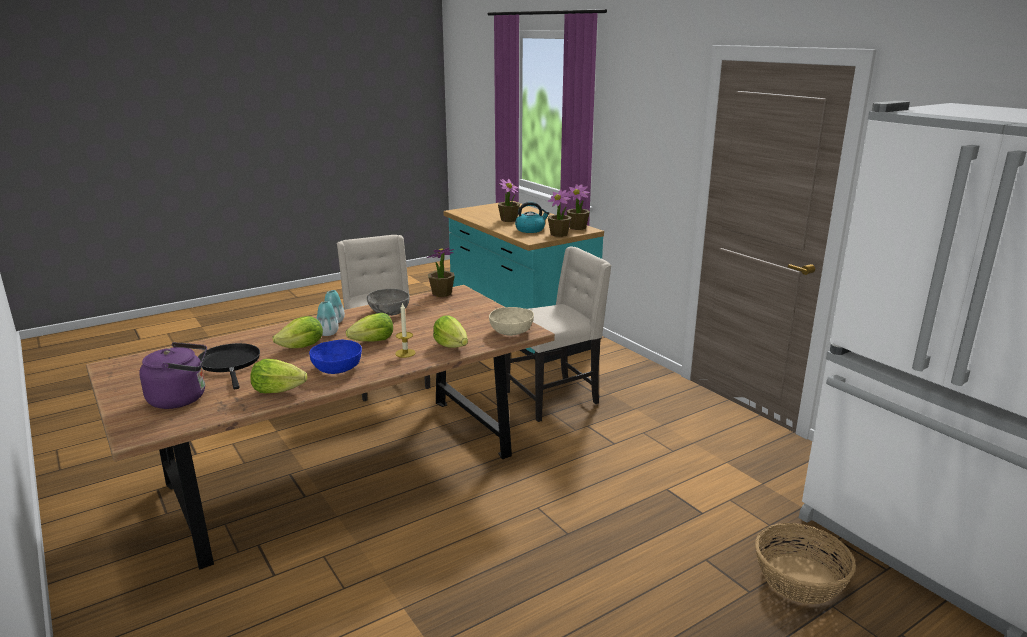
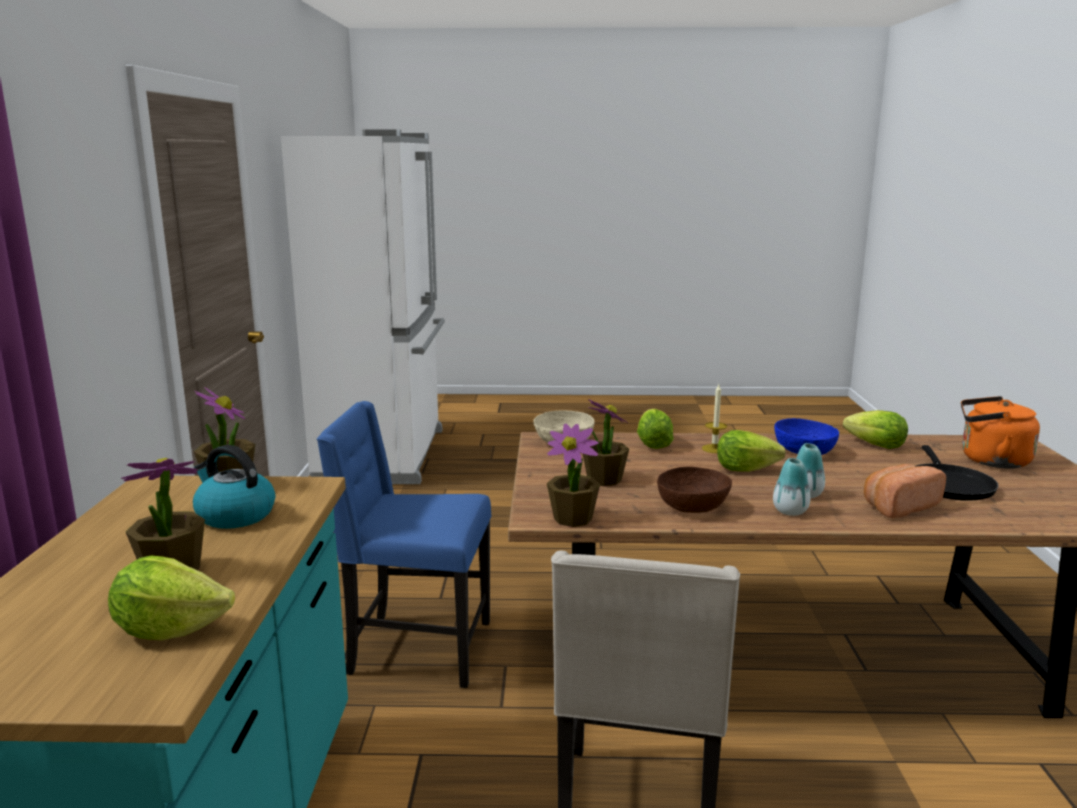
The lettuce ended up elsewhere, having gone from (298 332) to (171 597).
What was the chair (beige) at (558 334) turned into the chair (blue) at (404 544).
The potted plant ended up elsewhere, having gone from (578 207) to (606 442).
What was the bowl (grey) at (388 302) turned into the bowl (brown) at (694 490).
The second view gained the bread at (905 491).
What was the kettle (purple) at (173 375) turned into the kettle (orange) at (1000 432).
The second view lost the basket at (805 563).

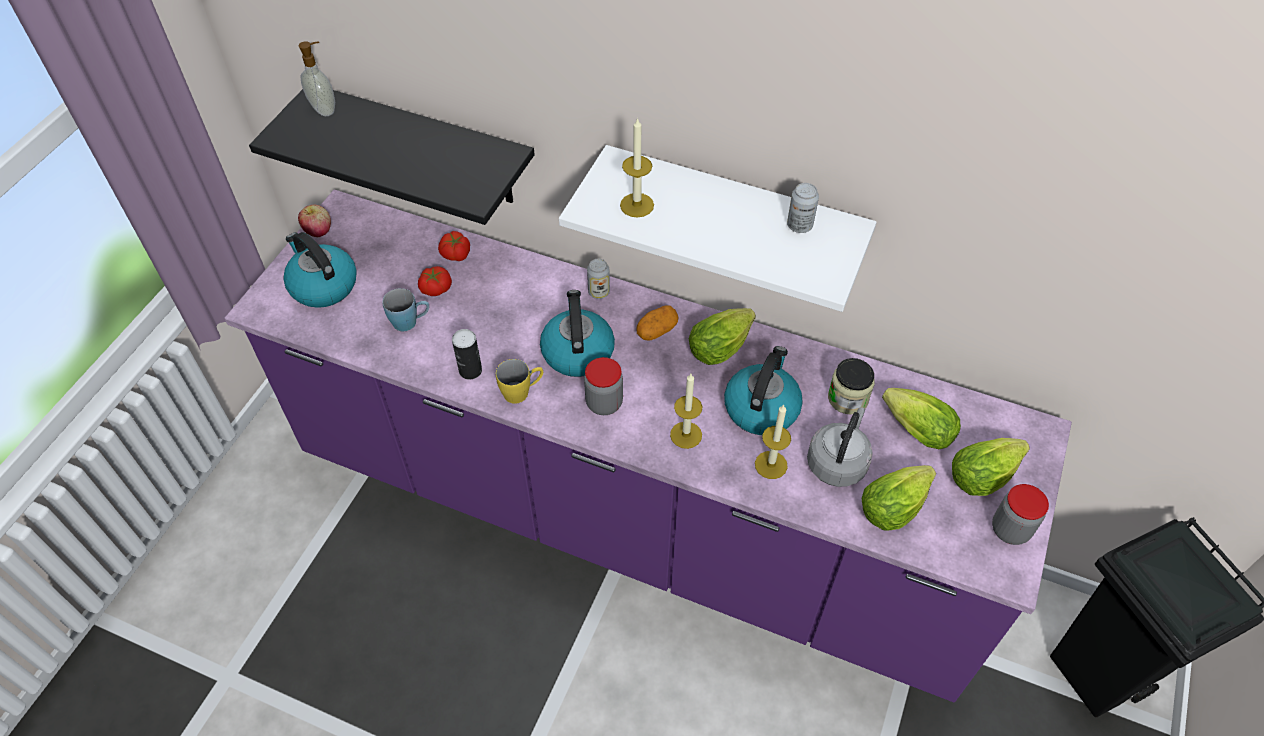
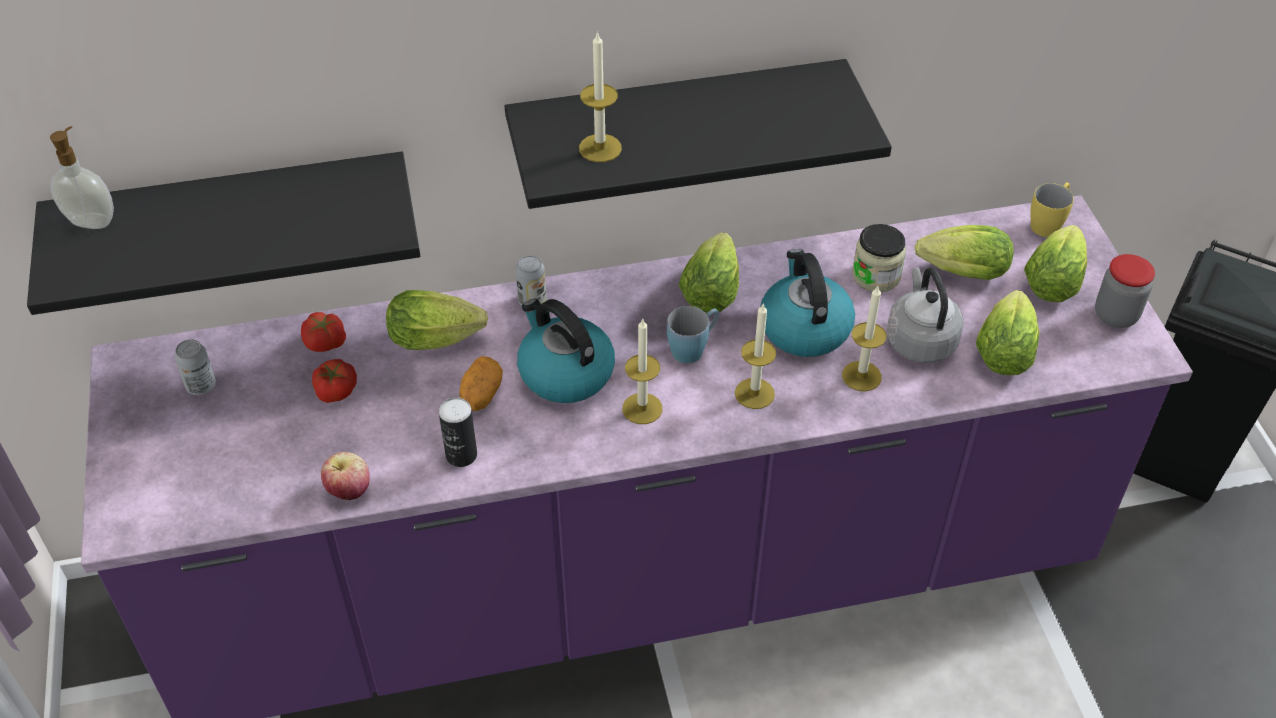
The can ended up elsewhere, having gone from (803 208) to (195 367).
The apple ended up elsewhere, having gone from (314 221) to (345 476).
The second view gained the lettuce at (437 320).
The potato ended up elsewhere, having gone from (657 323) to (481 383).
What was the shelf (white) at (718 228) turned into the shelf (black) at (698 134).
Where the jar stood at (603 386), the candle came to stand at (642 371).
The mug (blue) ended up elsewhere, having gone from (405 310) to (693 334).
The mug (yellow) ended up elsewhere, having gone from (519 381) to (1052 209).
The second view lost the kettle at (320 270).

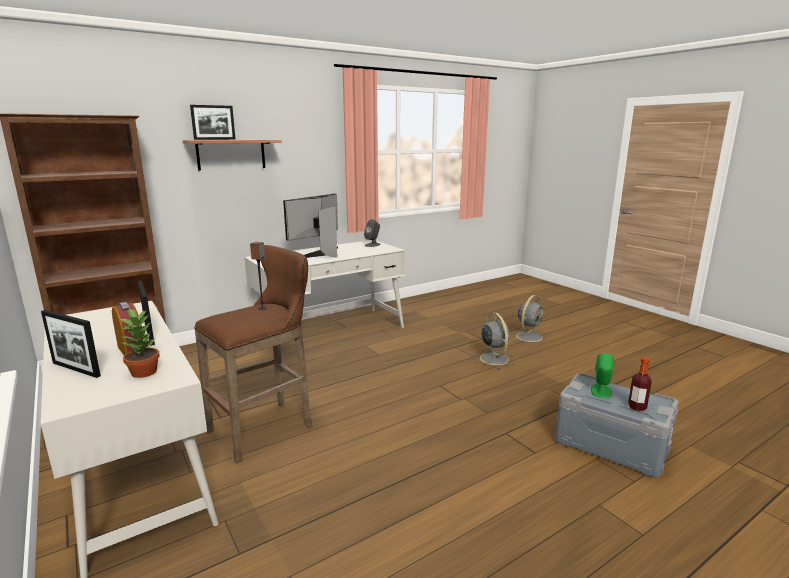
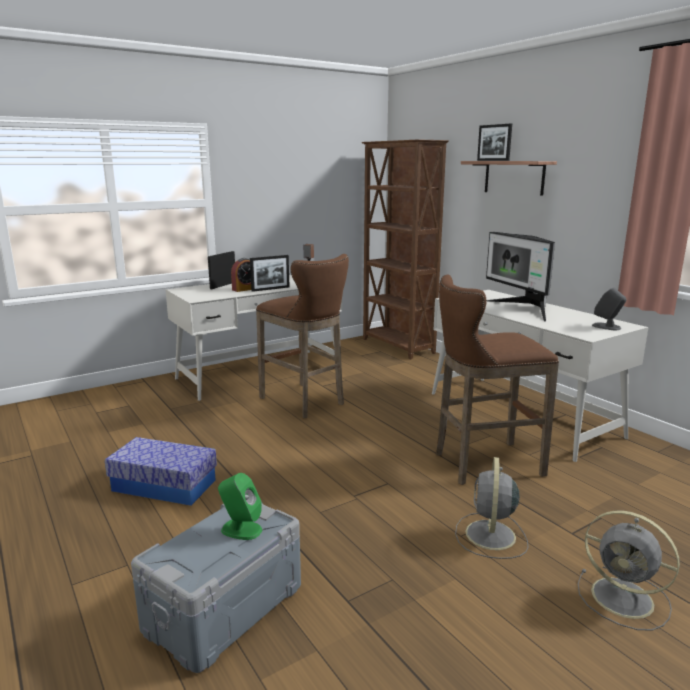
The second view gained the storage box at (161 471).
The second view gained the stool (brown) at (497 379).
The fan (grey) at (493 341) ended up facing another way, 120 degrees clockwise from before.
The monitor at (310 225) ended up facing another way, 150 degrees counterclockwise from before.
The second view lost the potted plant at (139 343).
The second view lost the bottle at (640 384).

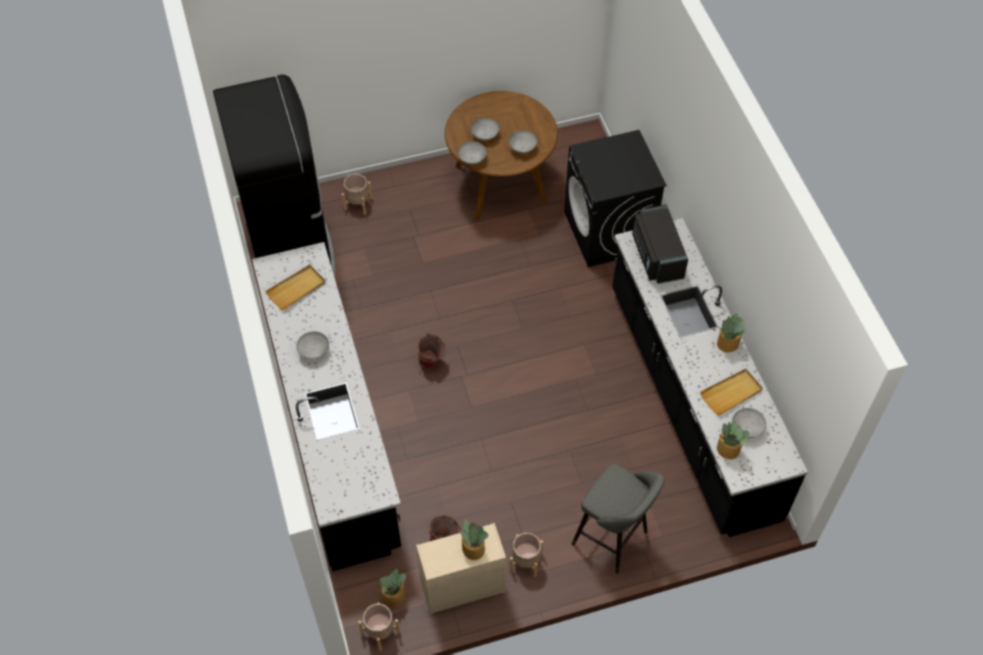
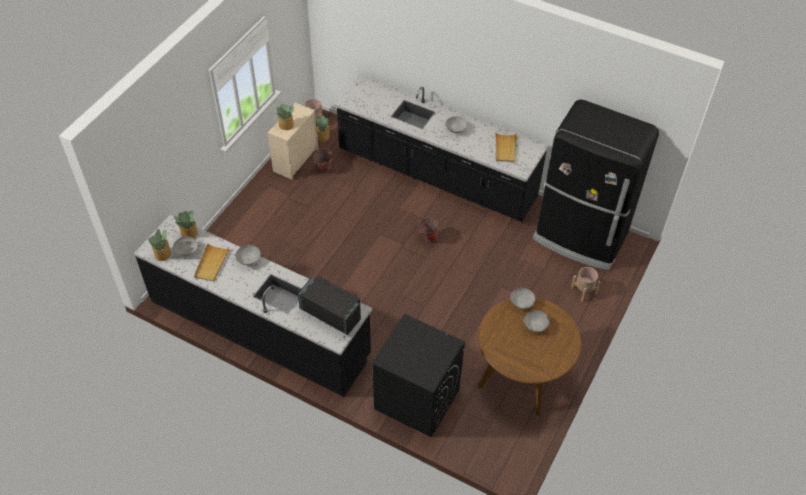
The potted plant ended up elsewhere, having gone from (731 333) to (160 245).
The bowl (grey) ended up elsewhere, having gone from (523 141) to (248 255).
The second view lost the planter (beige) at (526 555).
The second view lost the stool (grey) at (618 519).

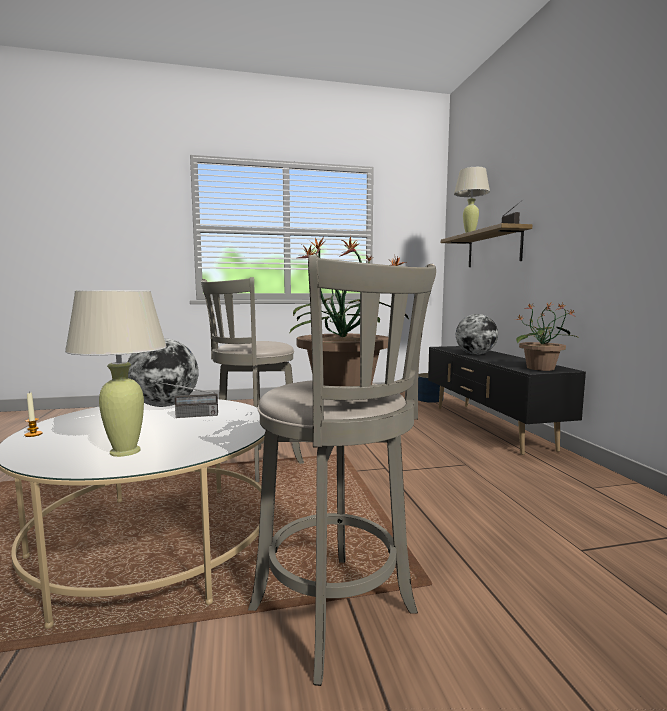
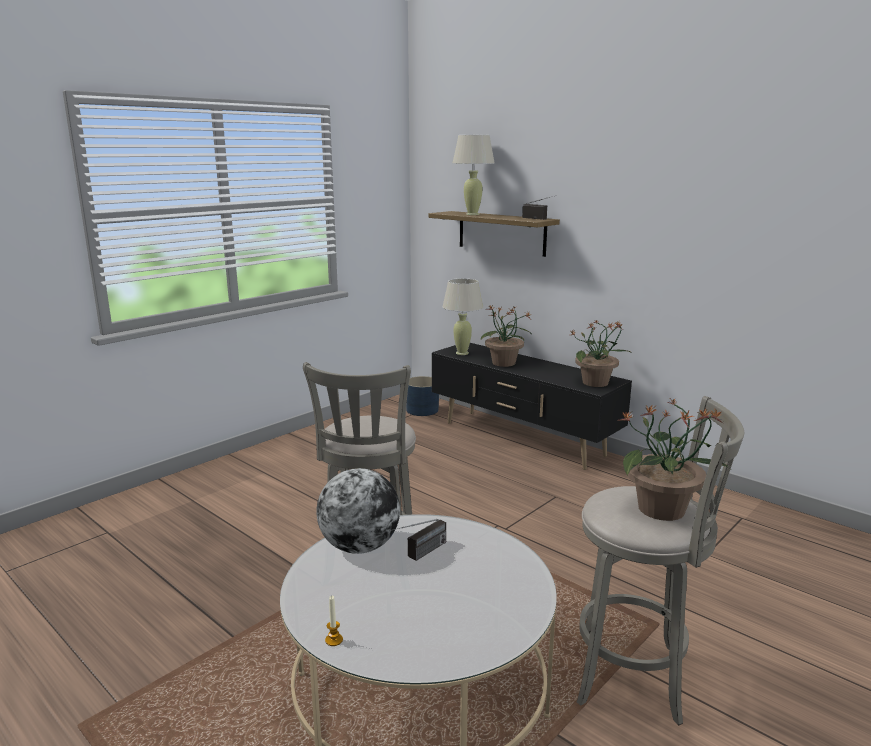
The table lamp (beige) ended up elsewhere, having gone from (116 373) to (462 316).
Where the globe stood at (477 334), the potted plant came to stand at (506 336).

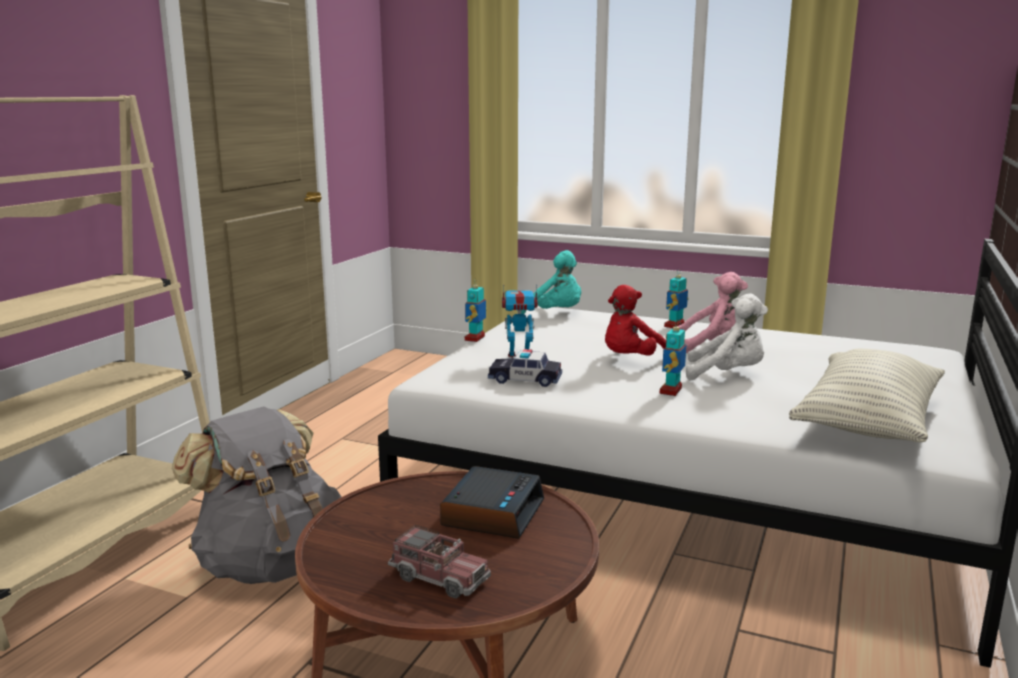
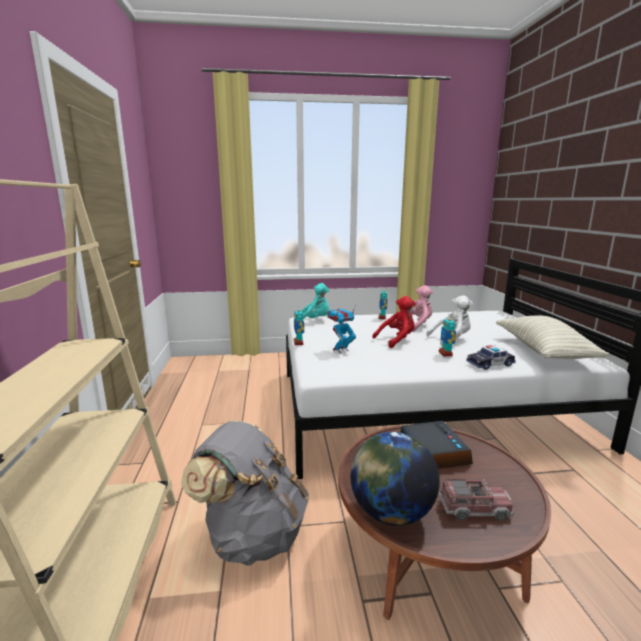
The second view gained the globe at (395 479).
The plush toy (red) at (635 320) ended up facing another way, 135 degrees counterclockwise from before.
The toy car ended up elsewhere, having gone from (525 368) to (491 357).

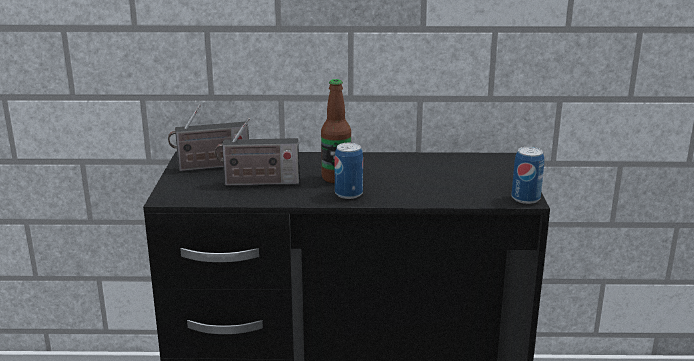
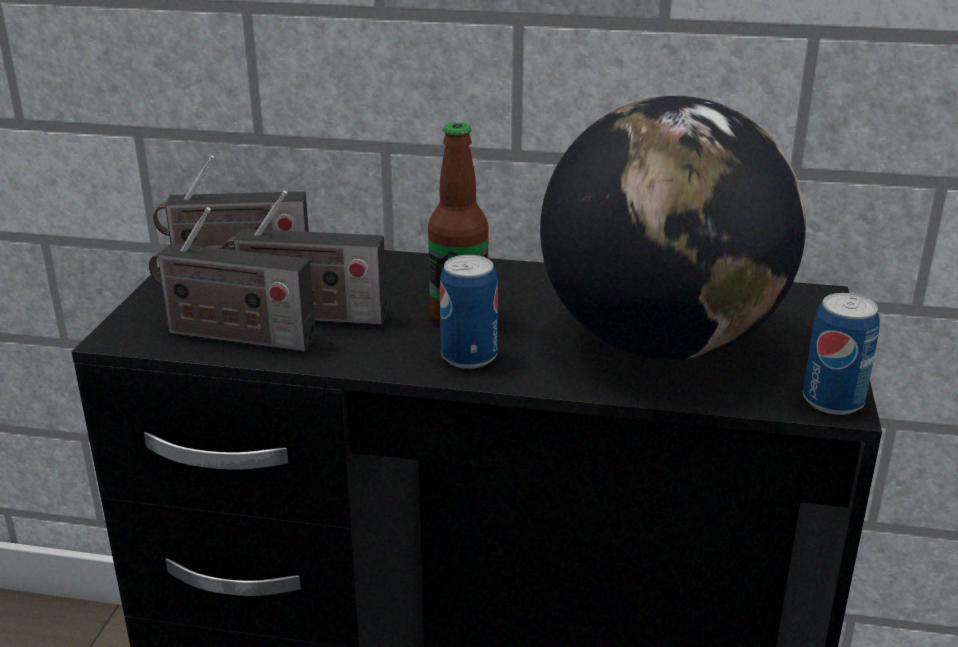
The second view gained the radio at (232 279).
The second view gained the globe at (673 228).

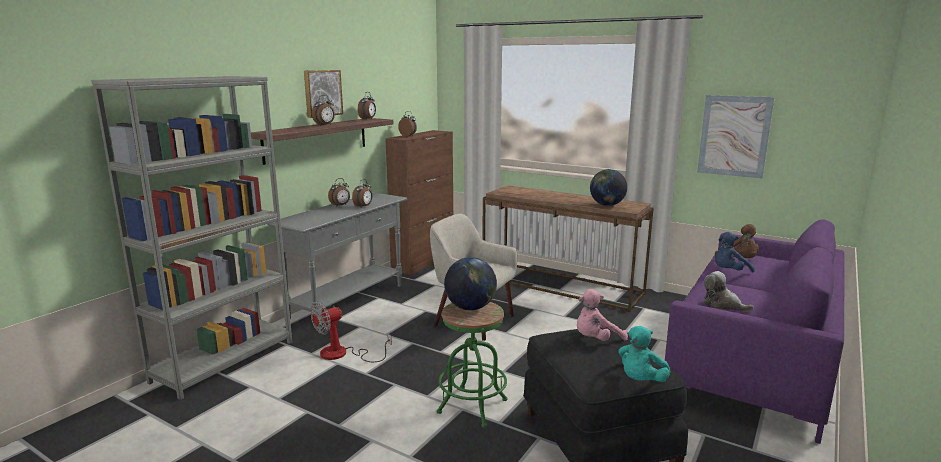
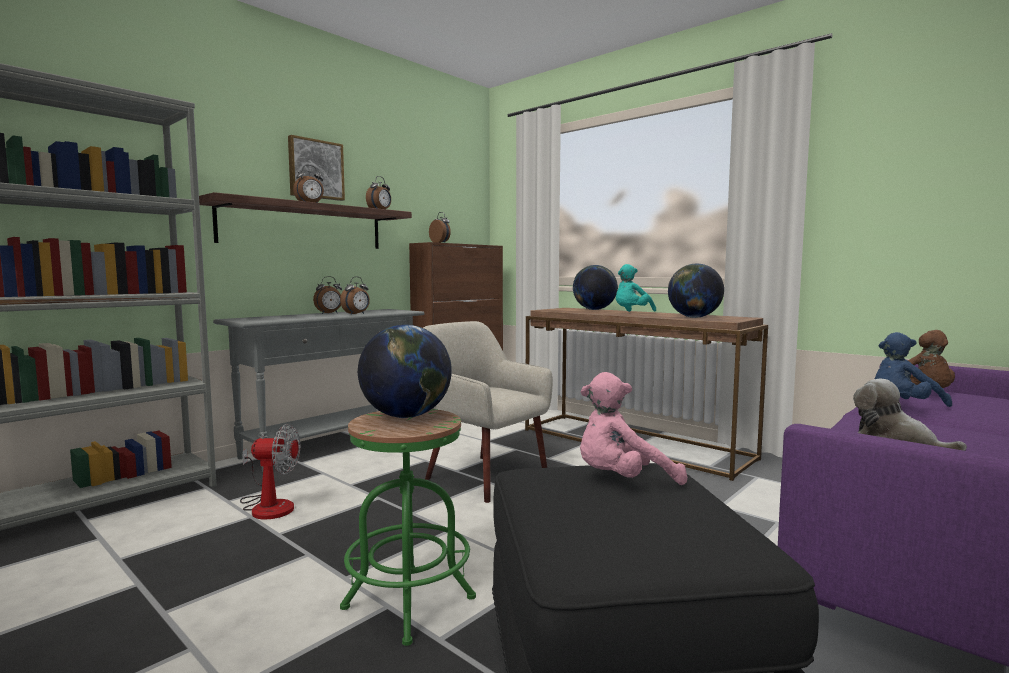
The fan at (351 332) ended up facing another way, 150 degrees counterclockwise from before.
The second view gained the globe at (595 287).
The plush toy (turquoise) ended up elsewhere, having gone from (644 354) to (636 288).
The second view lost the picture at (736 136).

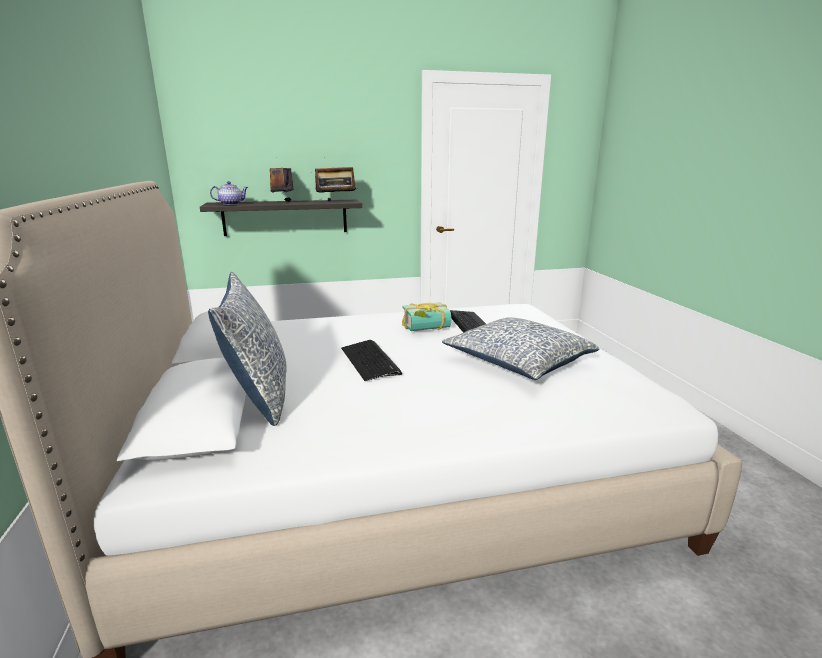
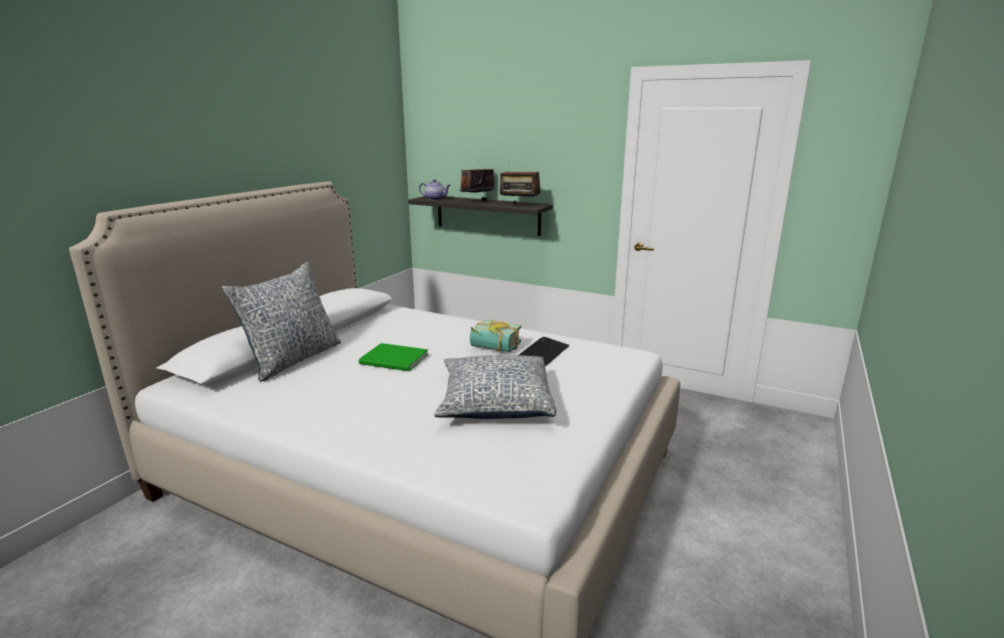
Where the keyboard stood at (371 360), the book (green) came to stand at (393 357).

